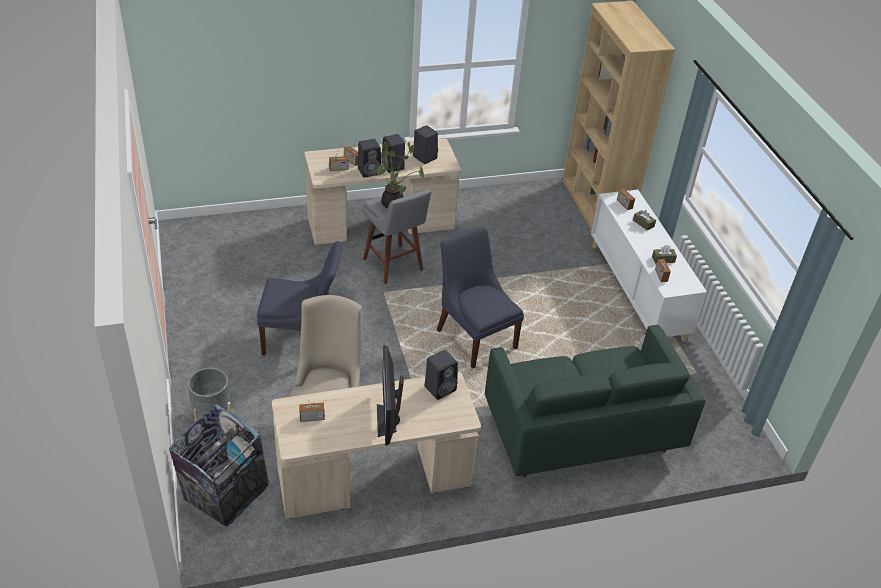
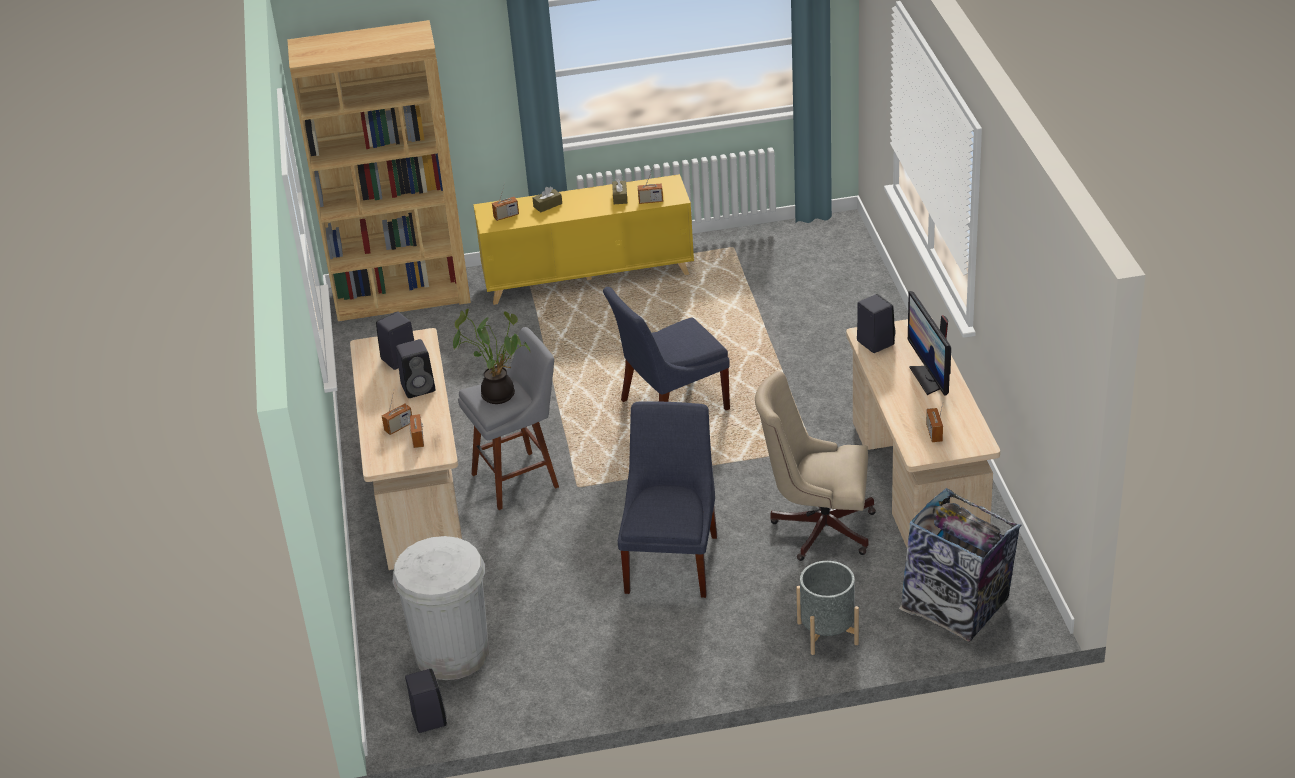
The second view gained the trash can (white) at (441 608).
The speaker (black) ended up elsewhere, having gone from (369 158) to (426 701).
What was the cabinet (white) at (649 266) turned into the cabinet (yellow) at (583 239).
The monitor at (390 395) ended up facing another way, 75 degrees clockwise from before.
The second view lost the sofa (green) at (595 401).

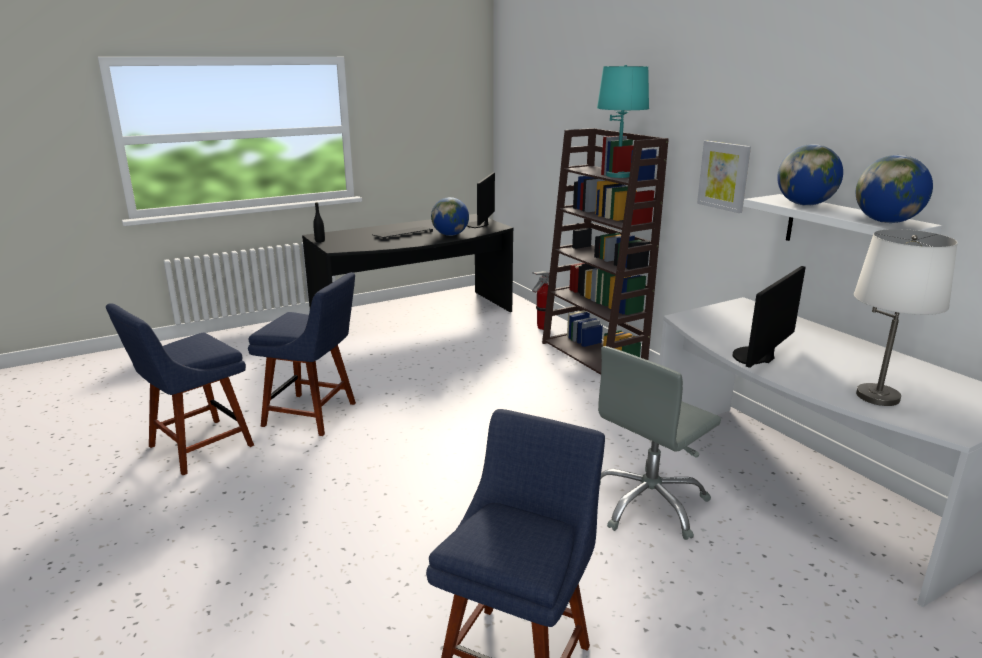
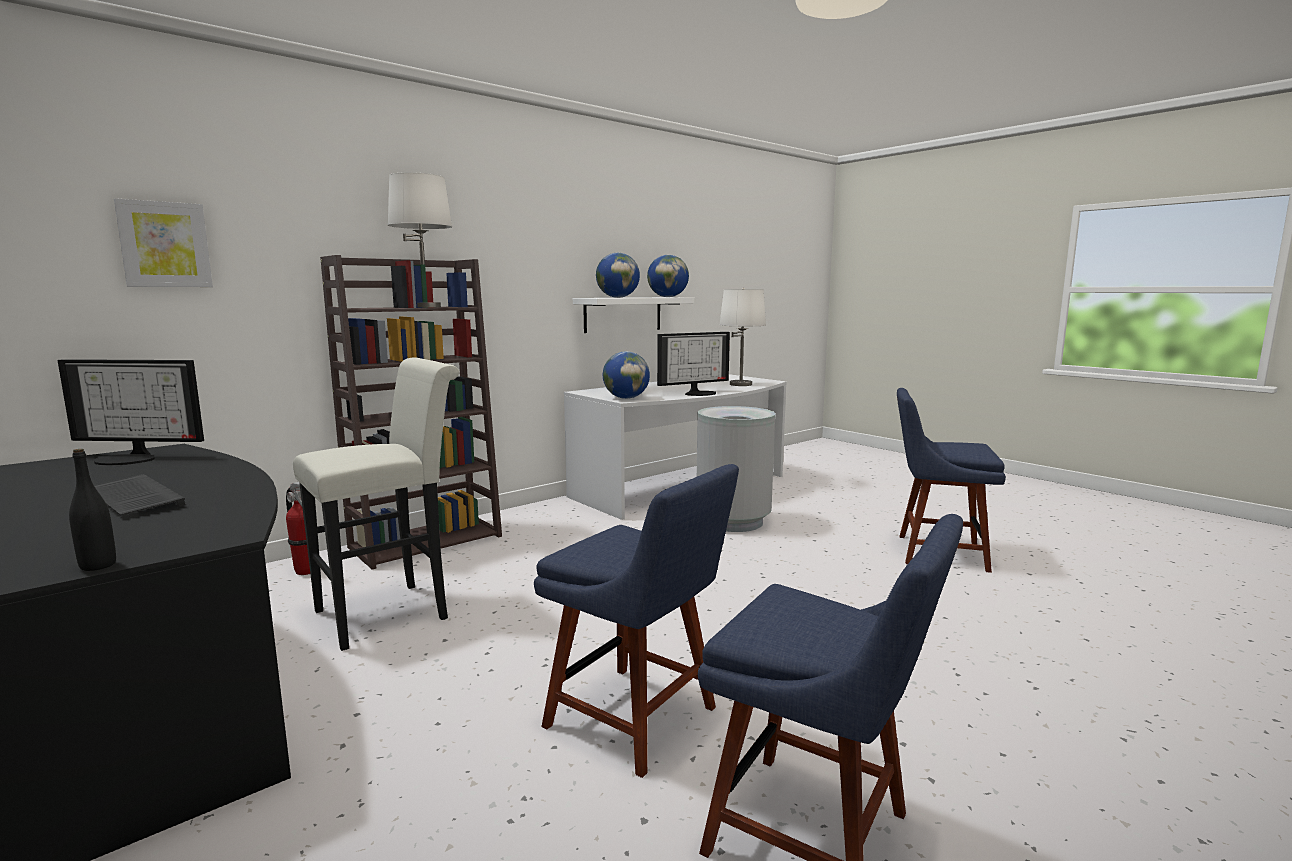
The picture ended up elsewhere, having gone from (724 177) to (163 242).
The second view gained the stool (white) at (376 504).
What was the table lamp (turquoise) at (623 121) turned into the table lamp (white) at (420 240).
The chair (blue) at (302 354) ended up facing another way, 120 degrees clockwise from before.
The globe ended up elsewhere, having gone from (450 216) to (626 375).
The monitor at (769 317) ended up facing another way, 60 degrees counterclockwise from before.
Where the office chair (grey) stood at (659 443), the trash can (grey) came to stand at (736 469).

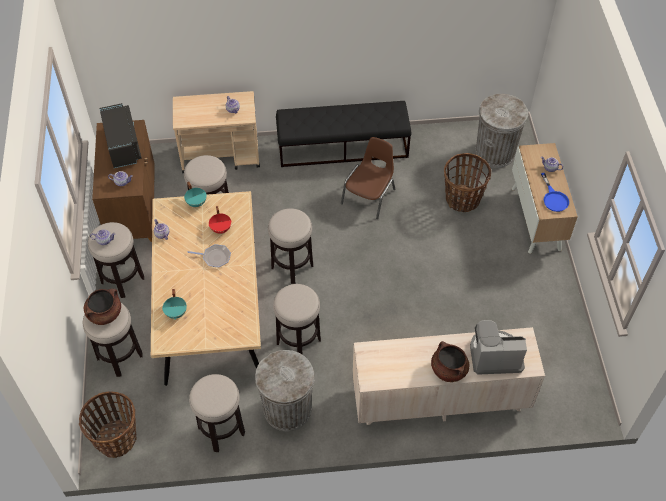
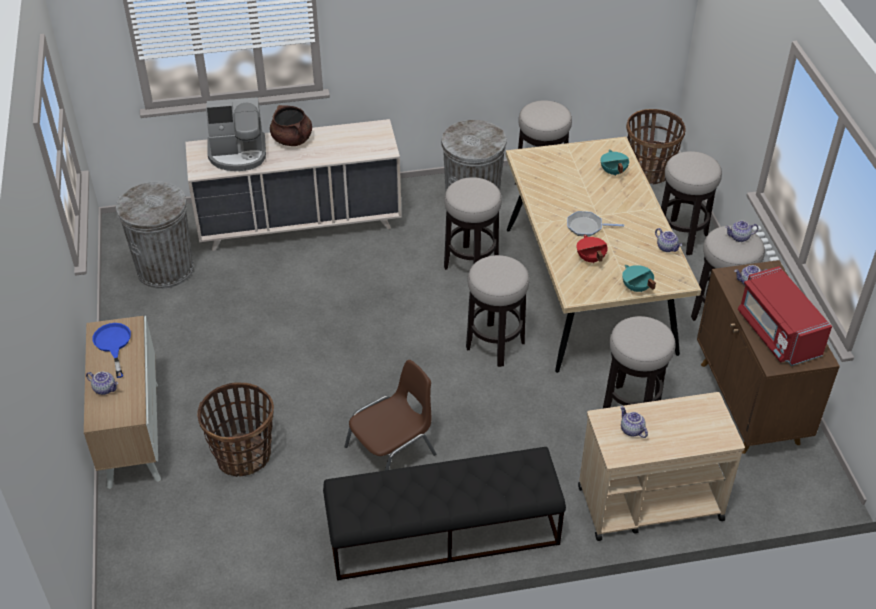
The trash can (grey) ended up elsewhere, having gone from (501 131) to (155 235).
The chair (brown) at (368 178) ended up facing another way, 150 degrees counterclockwise from before.
What was the microwave (black) at (121 135) turned into the microwave (red) at (785 316).
The second view lost the cooking pot (brown) at (102 306).

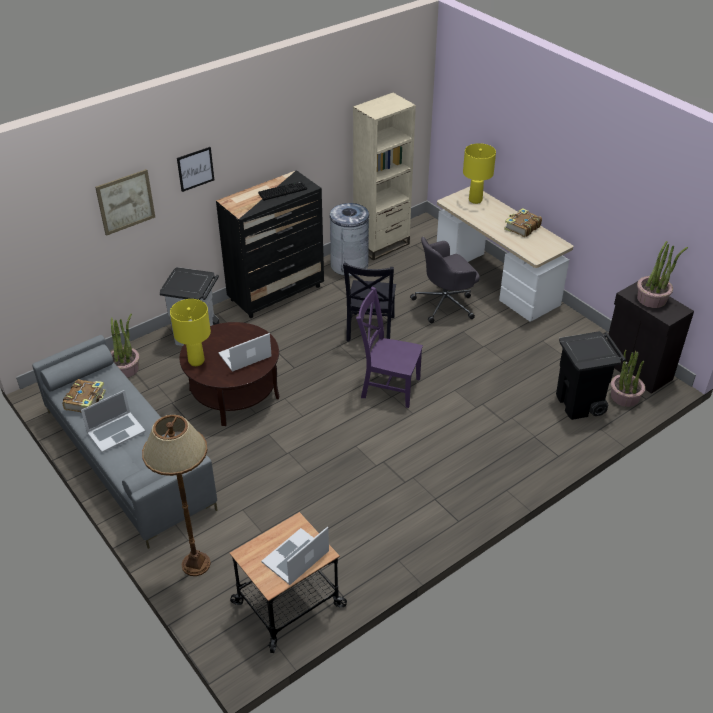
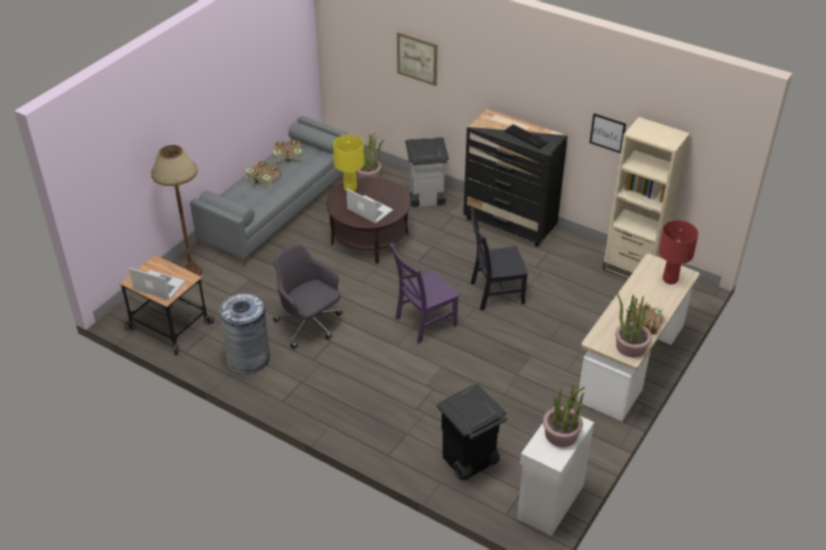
The trash can (grey) ended up elsewhere, having gone from (349 239) to (244 333).
Where the laptop stood at (113 421), the book came to stand at (263 174).
The office chair (grey) ended up elsewhere, having gone from (445 280) to (307 296).
The chair (purple) at (389 347) ended up facing another way, 120 degrees counterclockwise from before.
What was the cabinet (black) at (650 337) turned into the cabinet (white) at (555 476).
The picture ended up elsewhere, having gone from (195 169) to (607 133).
The potted plant ended up elsewhere, having gone from (628 378) to (633 325).
What was the table lamp (yellow) at (479 173) turned into the table lamp (red) at (679 252).

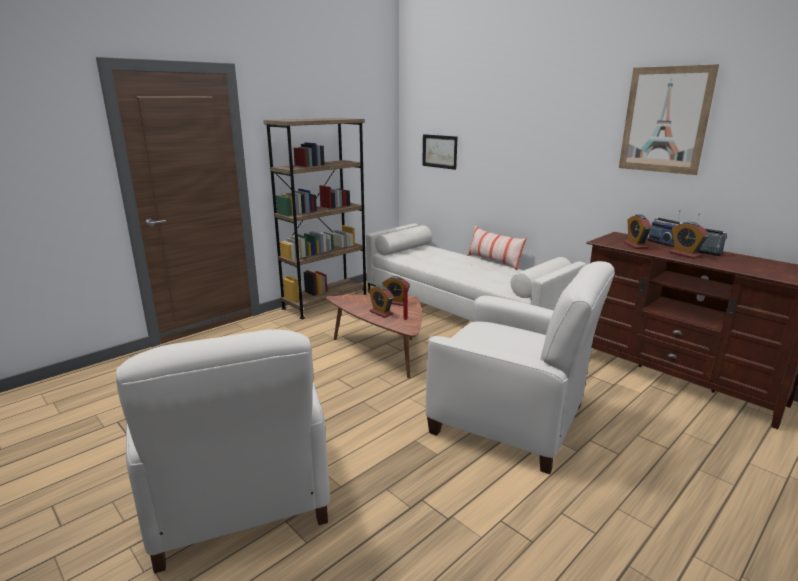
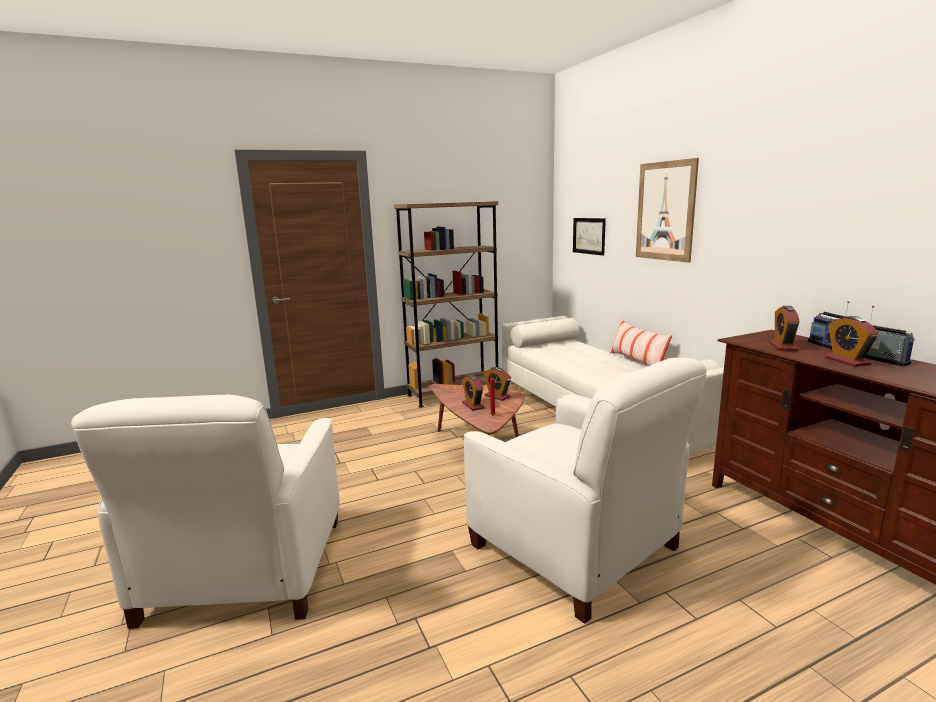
The picture ended up elsewhere, having gone from (669 119) to (667 210).

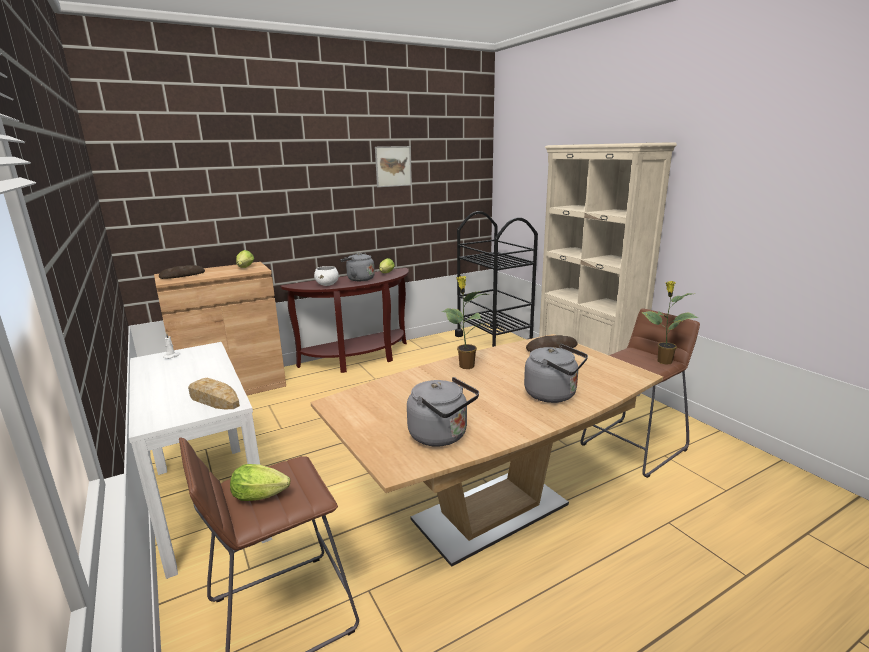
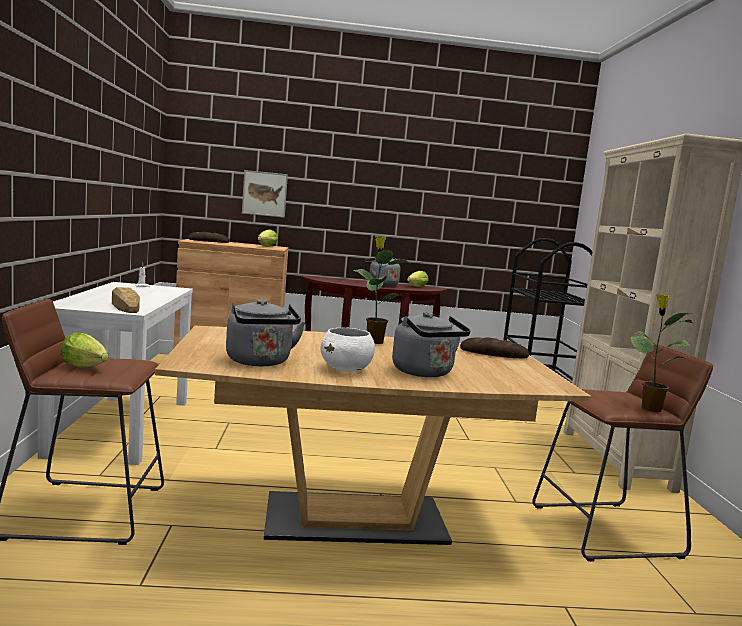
The picture ended up elsewhere, having gone from (393 166) to (265 194).
The bowl (white) ended up elsewhere, having gone from (326 276) to (347 350).

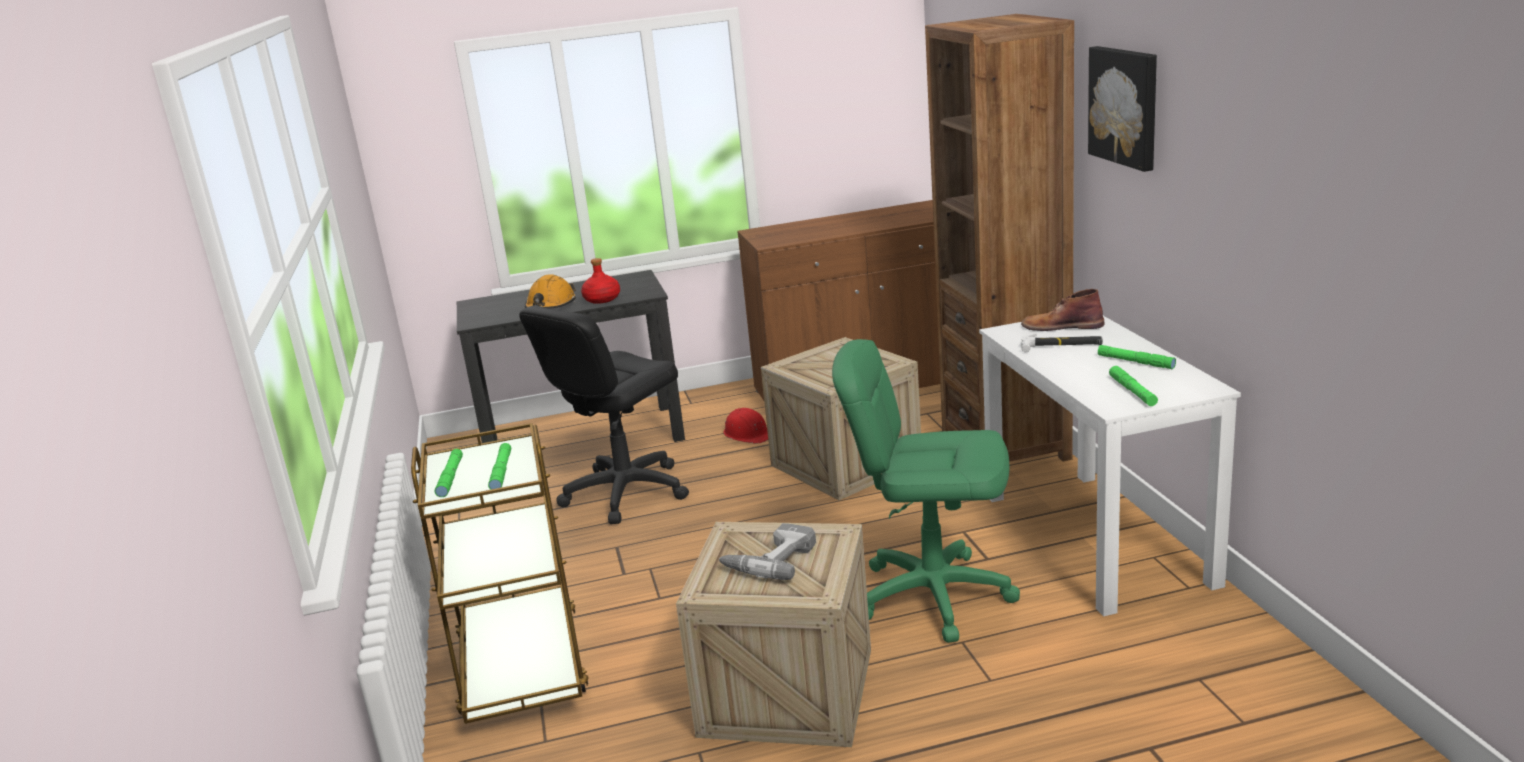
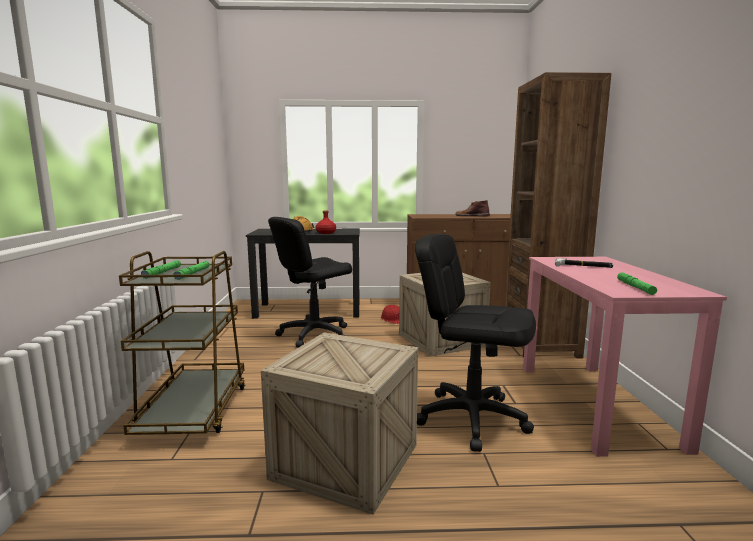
What was the office chair (green) at (926 491) turned into the office chair (black) at (475 343).
The boot (brown) ended up elsewhere, having gone from (1062 310) to (472 208).
What was the desk (white) at (1110 466) turned into the desk (pink) at (625 357).
The second view lost the power drill at (767 551).
The second view lost the picture at (1122 109).
The second view lost the flashlight (green) at (1137 357).

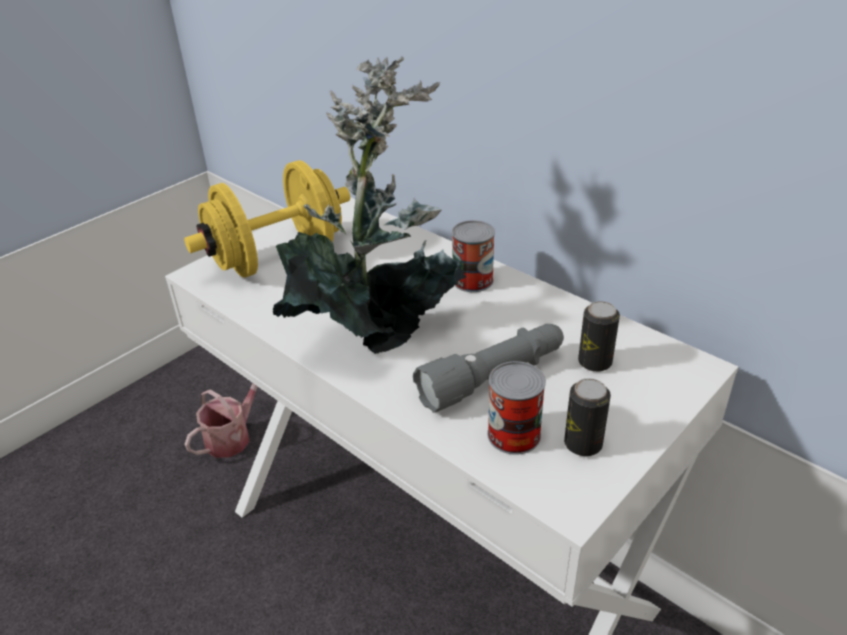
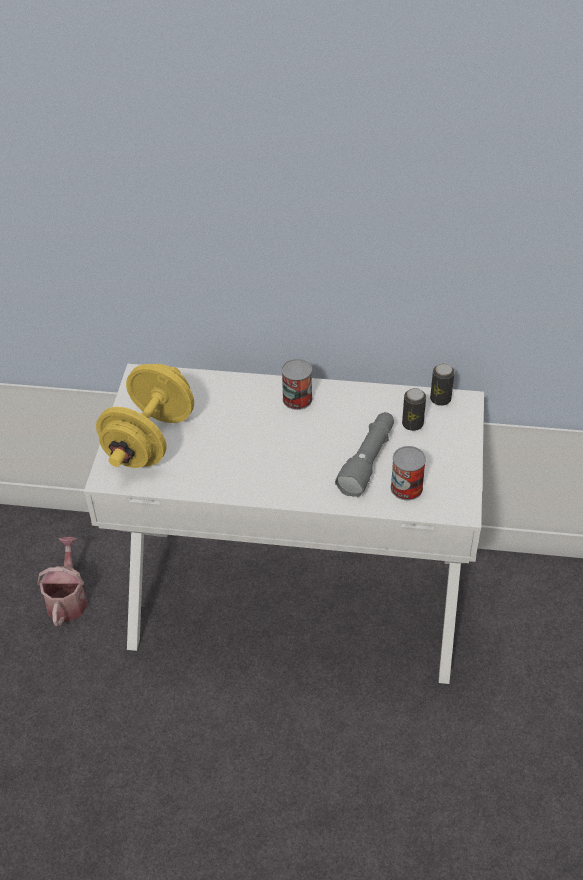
The can ended up elsewhere, having gone from (587 417) to (442 384).
The second view lost the potted plant at (370 205).

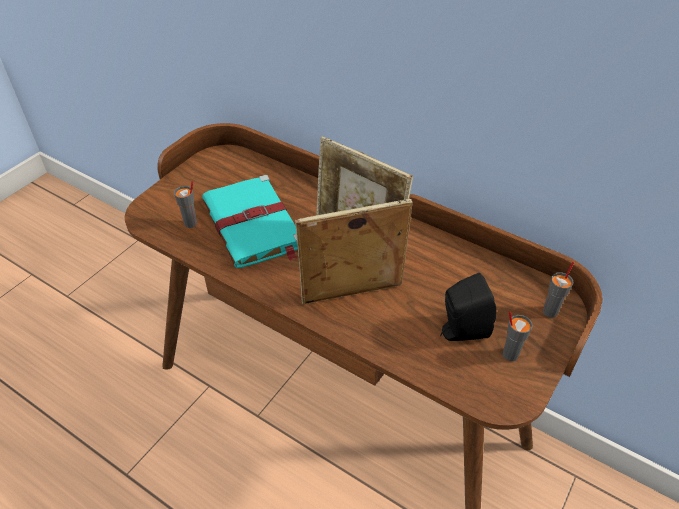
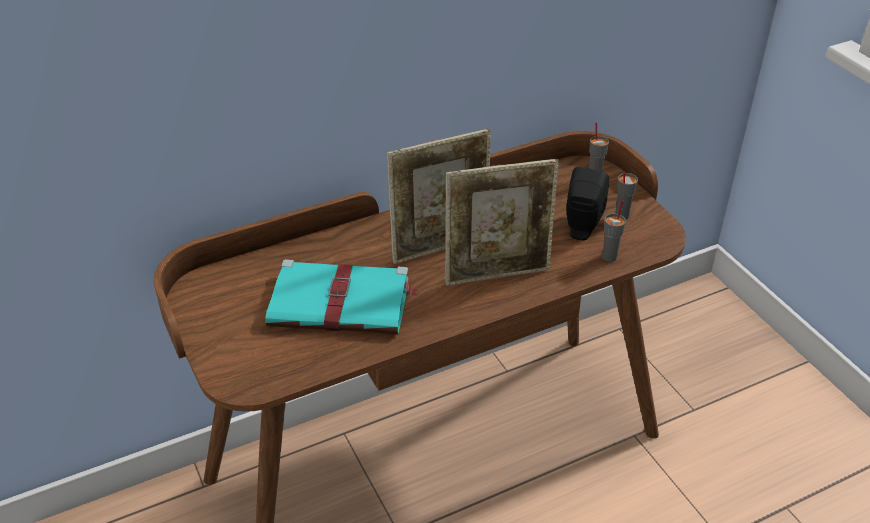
The picture frame at (353 252) ended up facing another way, 120 degrees counterclockwise from before.
The cup (grey) ended up elsewhere, having gone from (185 204) to (614 231).

